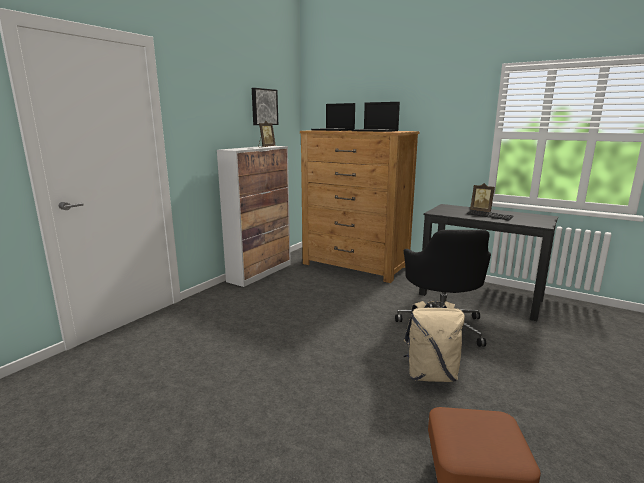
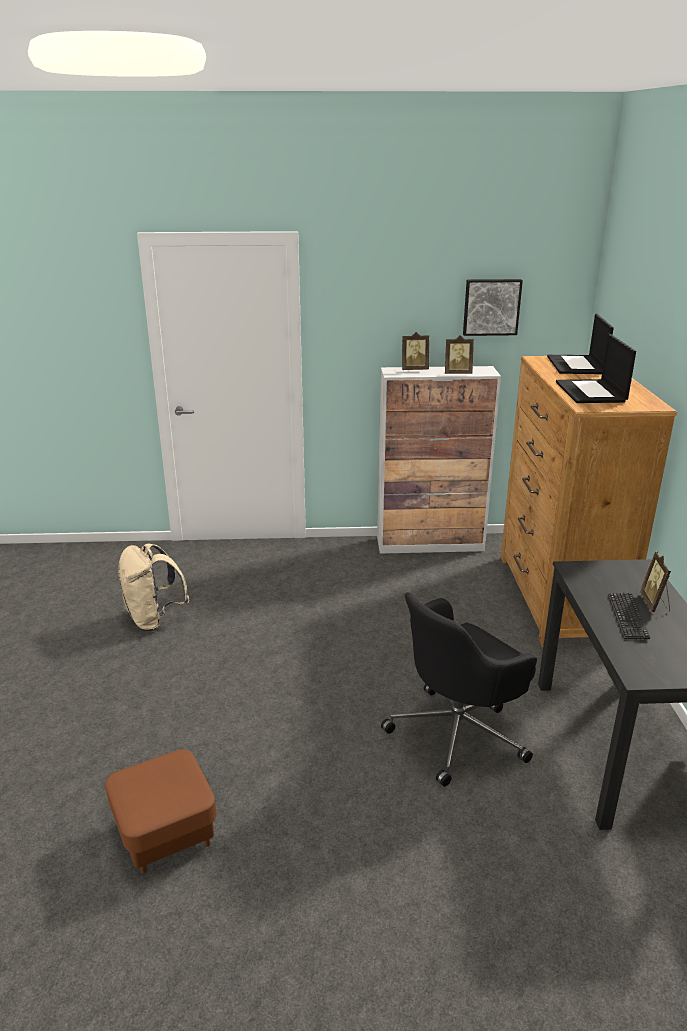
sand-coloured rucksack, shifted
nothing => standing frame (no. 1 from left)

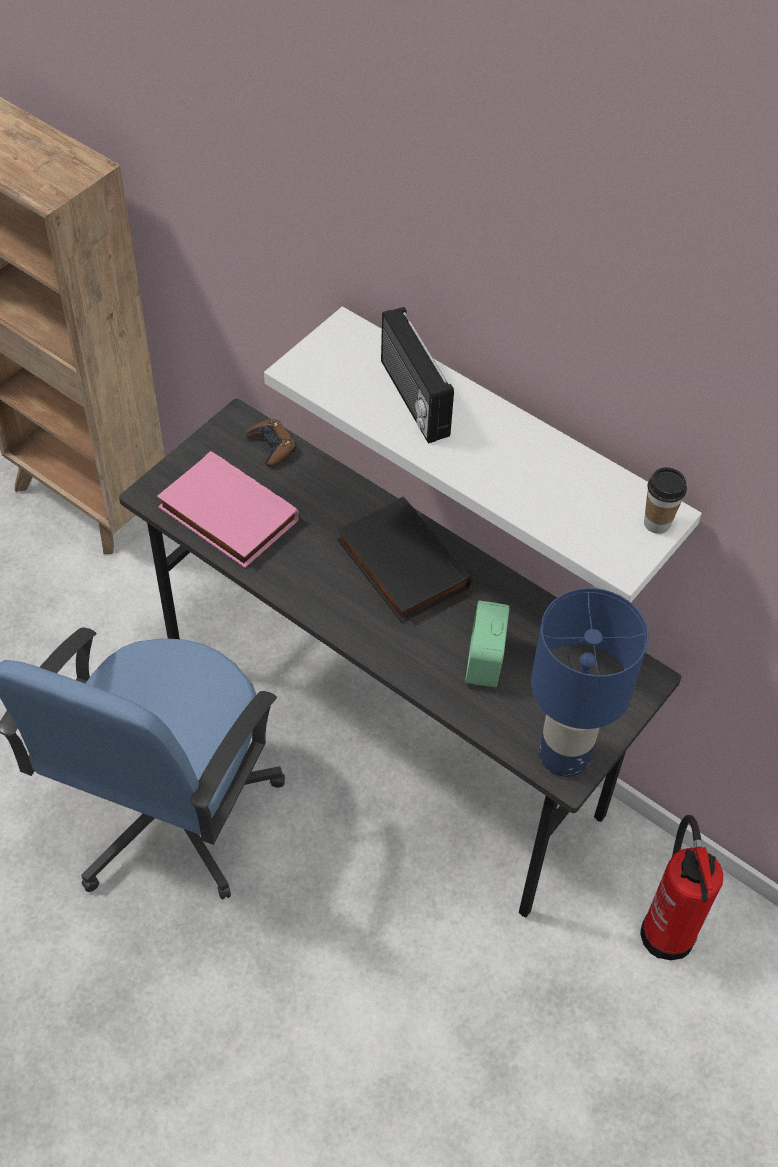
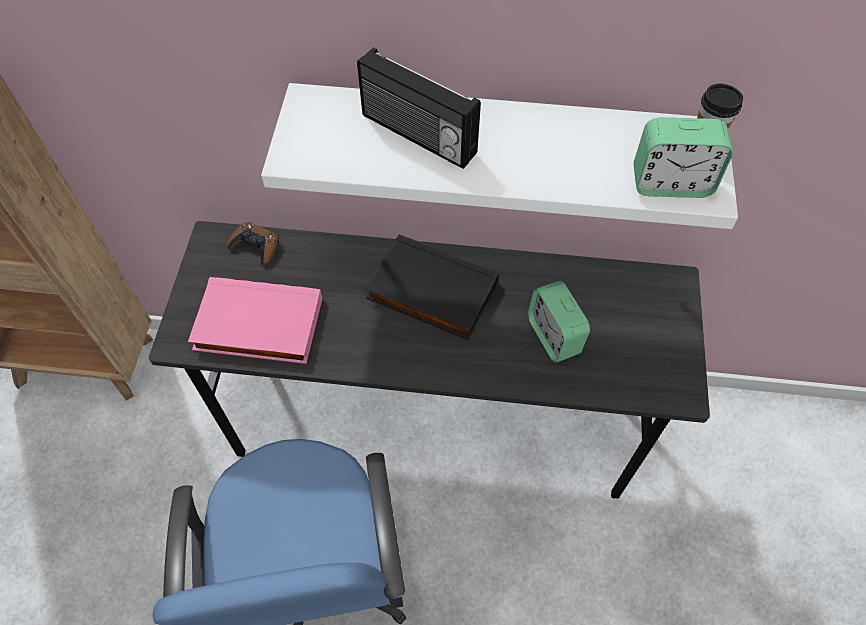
blue-coloured table lamp => nothing
extinguisher => nothing
nothing => table clock (no. 2 from left)

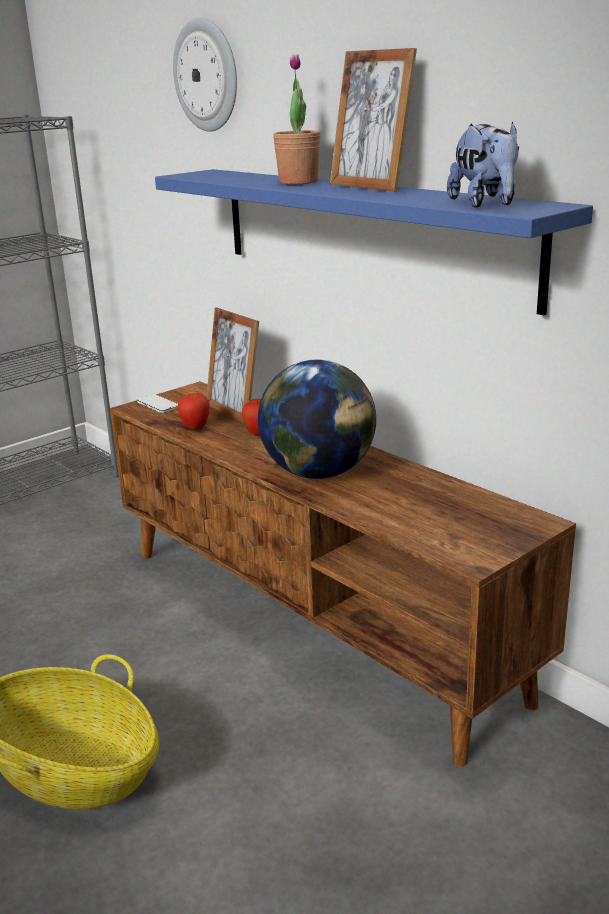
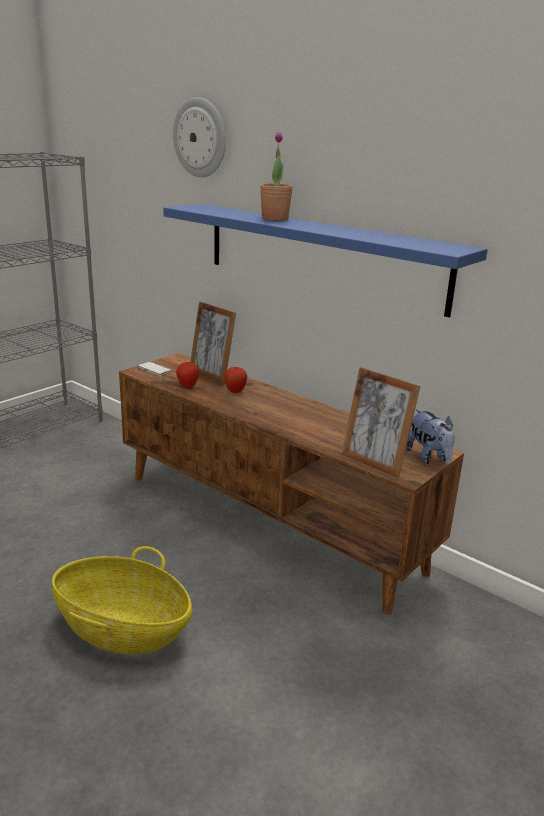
standing frame (no. 2 from left), shifted
soft toy, shifted
world globe => nothing

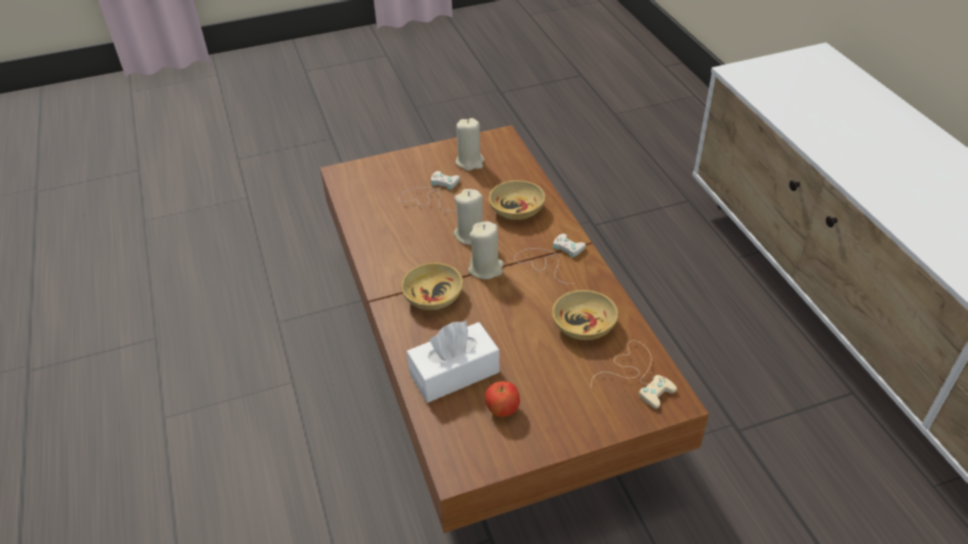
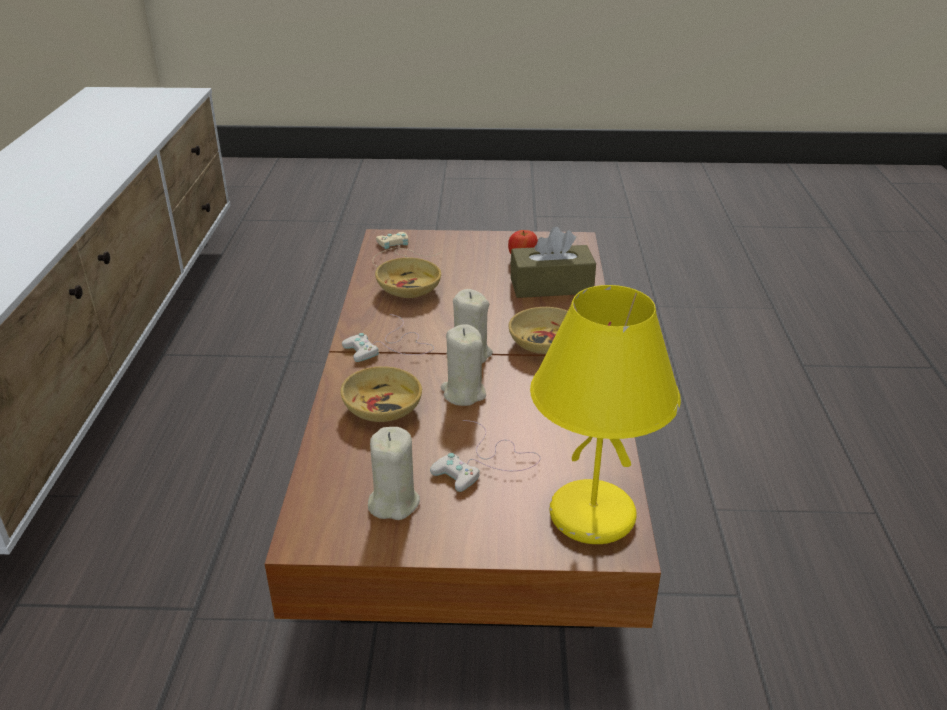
white tissue box => brownish tissue box
nothing => yellow table lamp

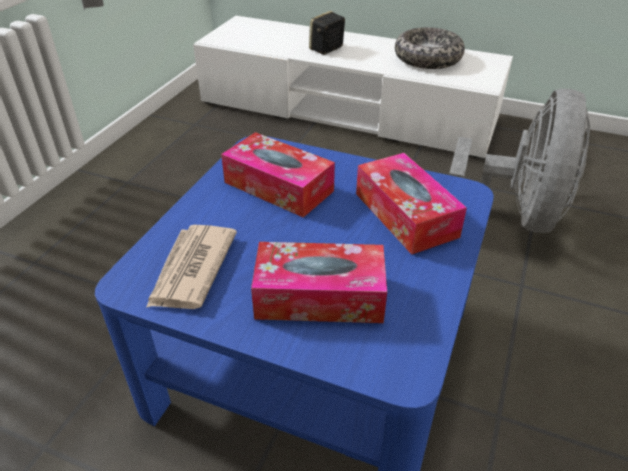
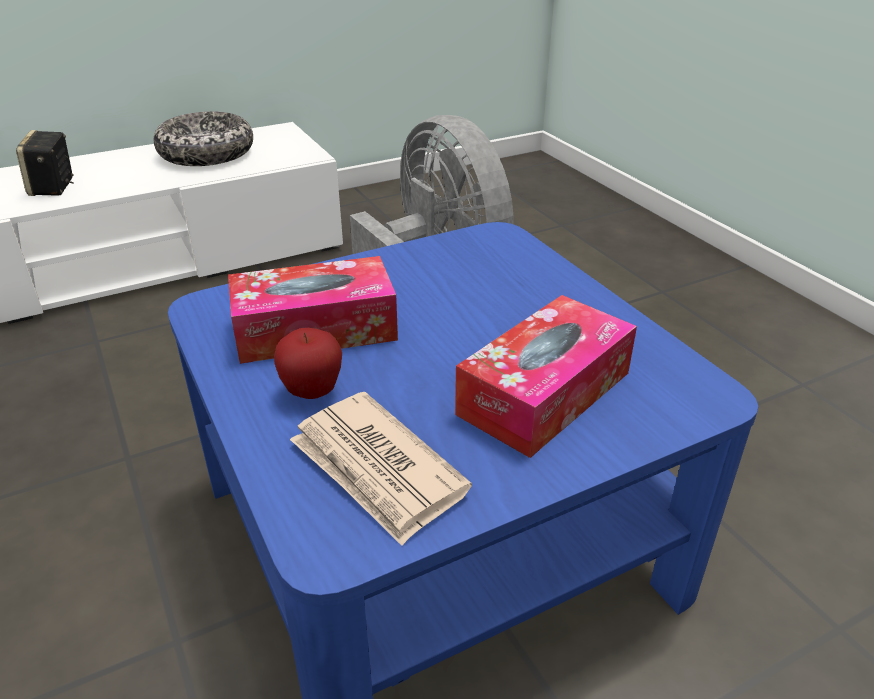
tissue box (no. 3 from left) => nothing
nothing => apple fruit

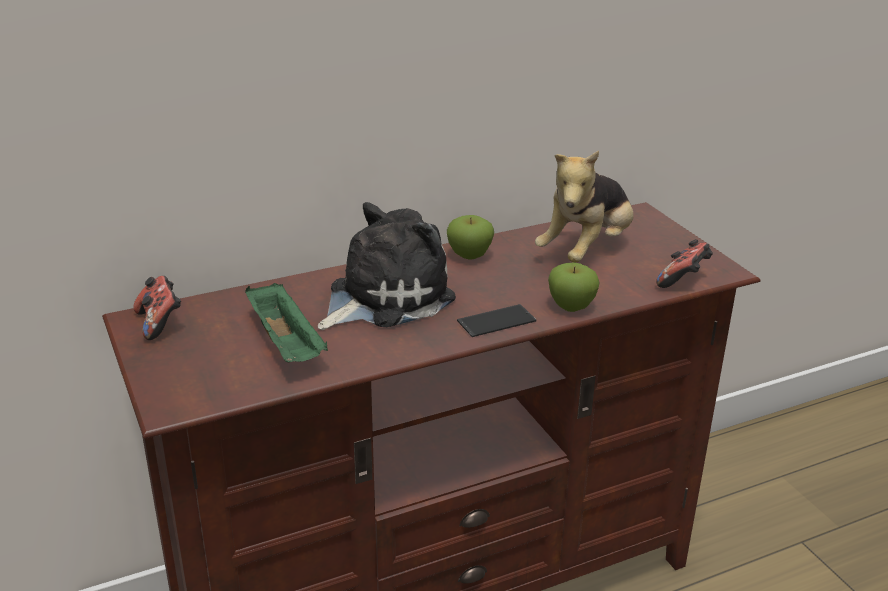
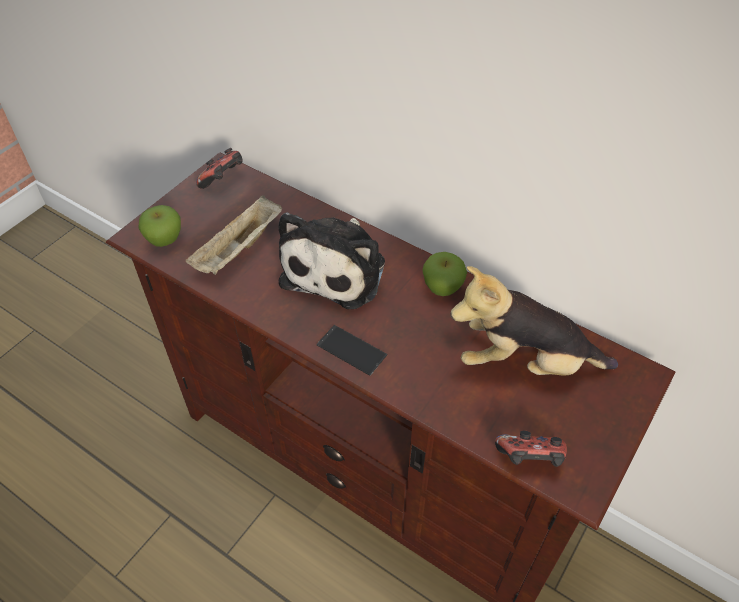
soft toy (no. 1 from left), 90 degrees clockwise
apple fruit (no. 2 from left in the first image) => apple fruit (no. 1 from left), shifted
green-coloured tray => sand-coloured tray

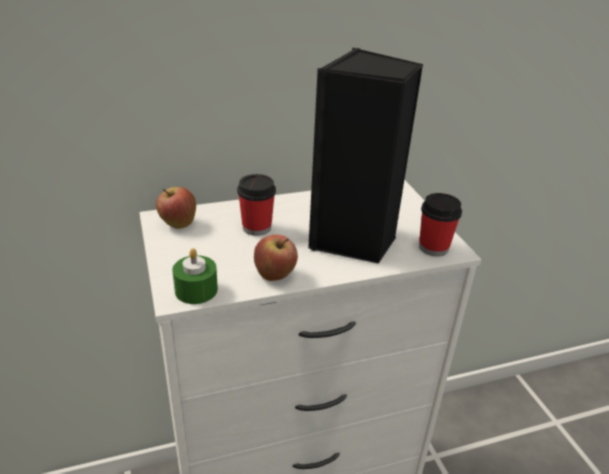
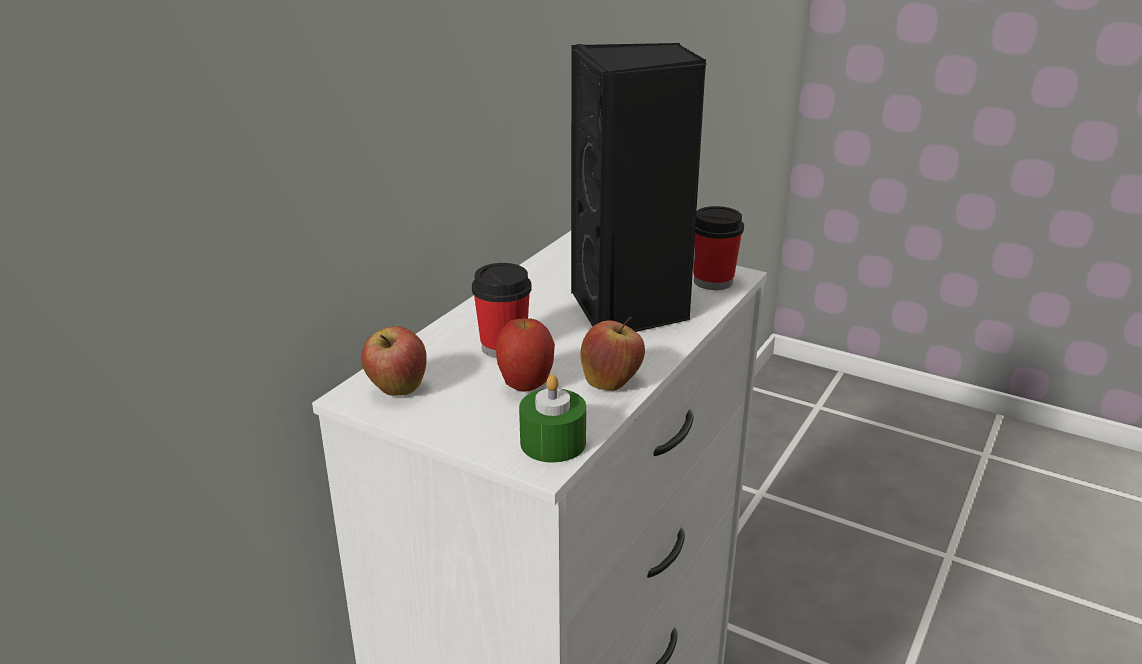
nothing => apple fruit (no. 2 from left)

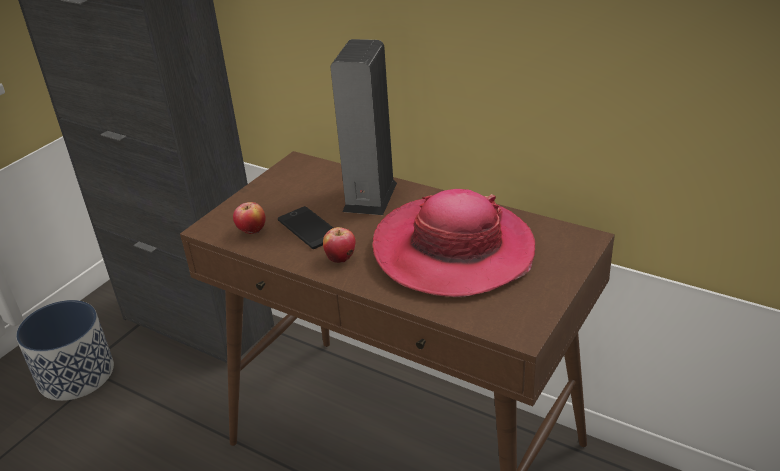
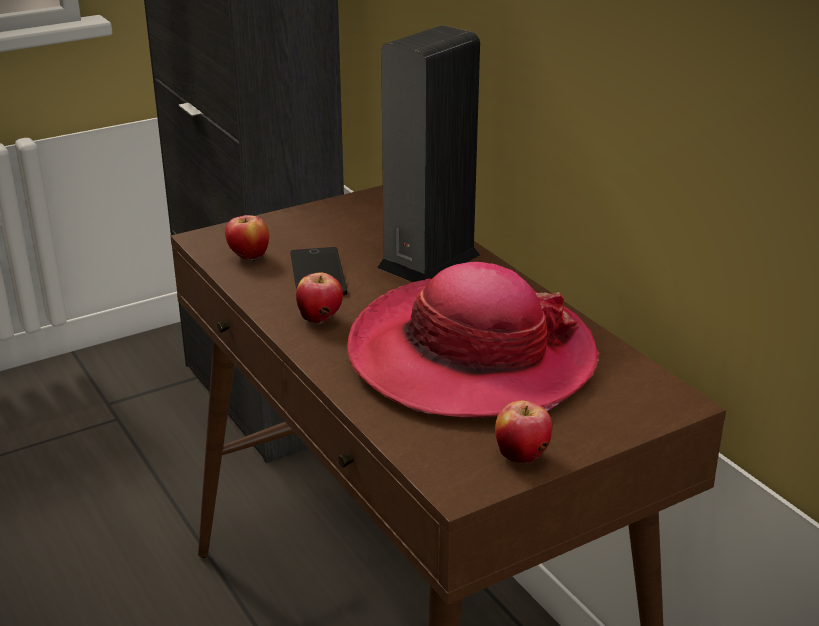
flower pot => nothing
nothing => apple fruit (no. 3 from left)

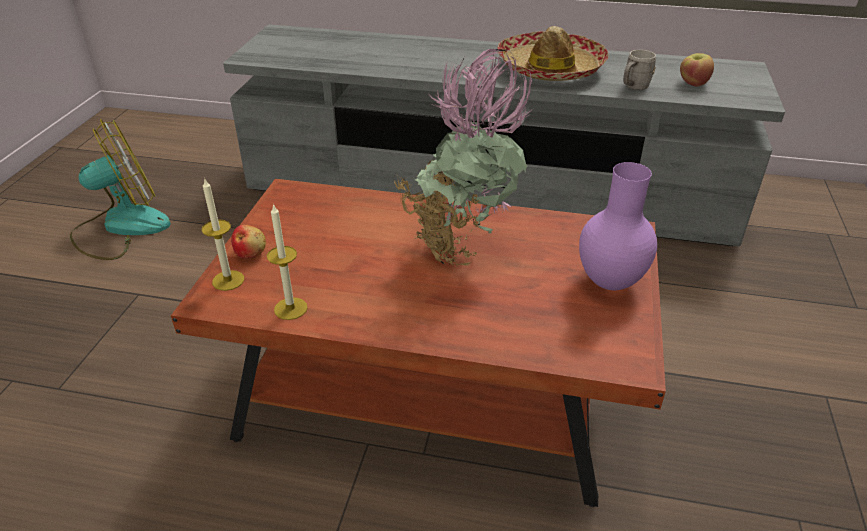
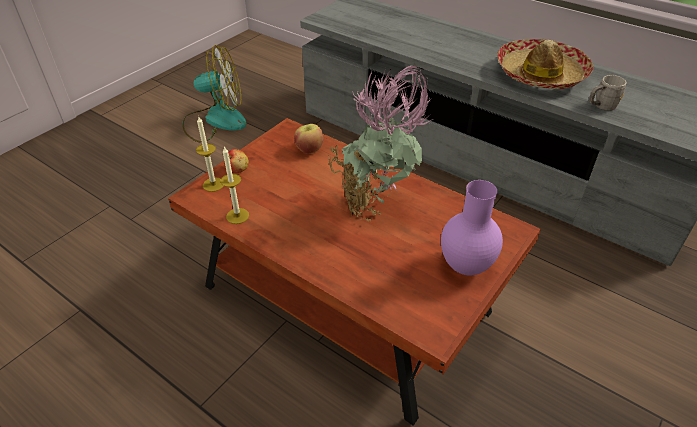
apple fruit (no. 2 from left), shifted

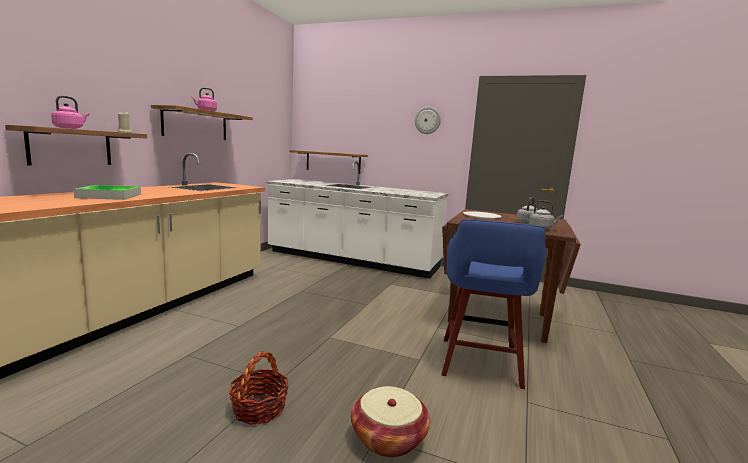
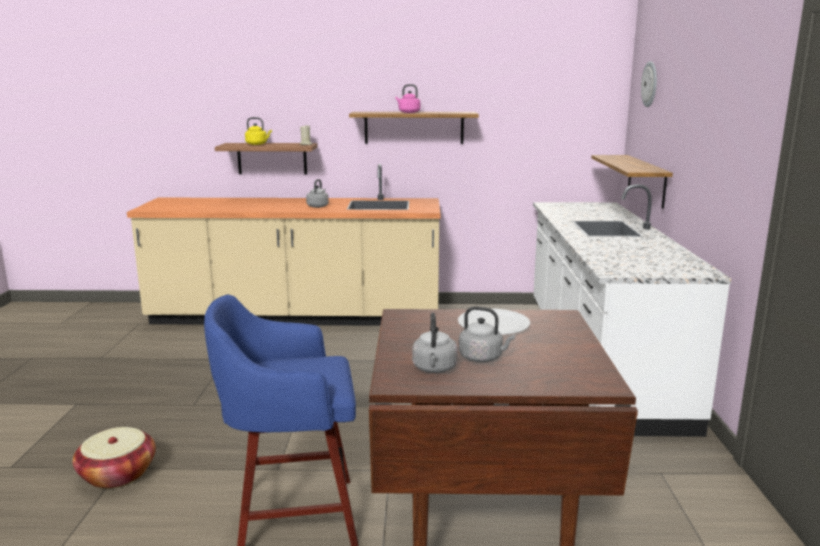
pinkish tea kettle (no. 1 from left) => yellow tea kettle
hanging clock, shifted
tray => nothing
household basket (no. 1 from left) => nothing
nothing => grey tea kettle (no. 1 from left)

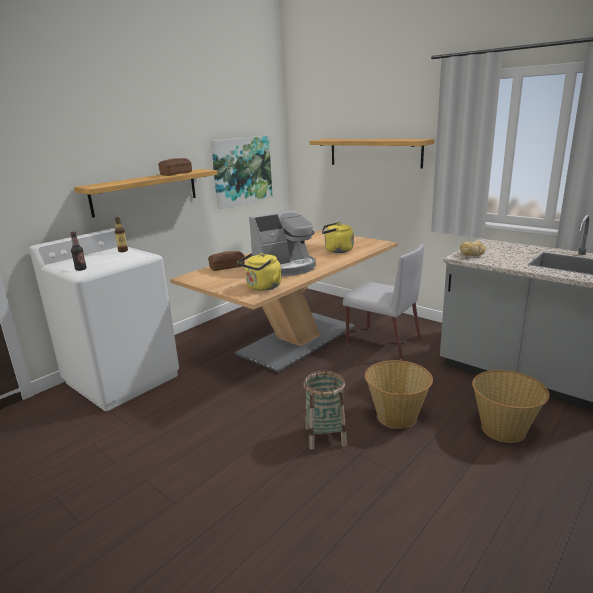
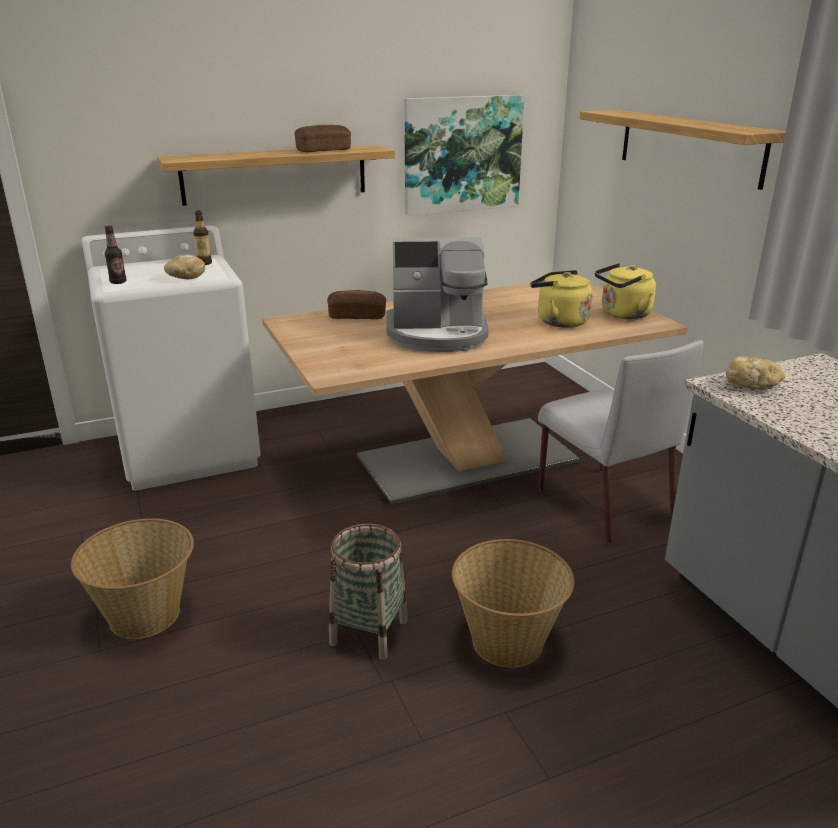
yellow tea kettle (no. 1 from left in the first image) => yellow tea kettle (no. 2 from left), shifted
household basket (no. 3 from left in the first image) => household basket (no. 1 from left), shifted
nothing => baked bread (no. 1 from left)

